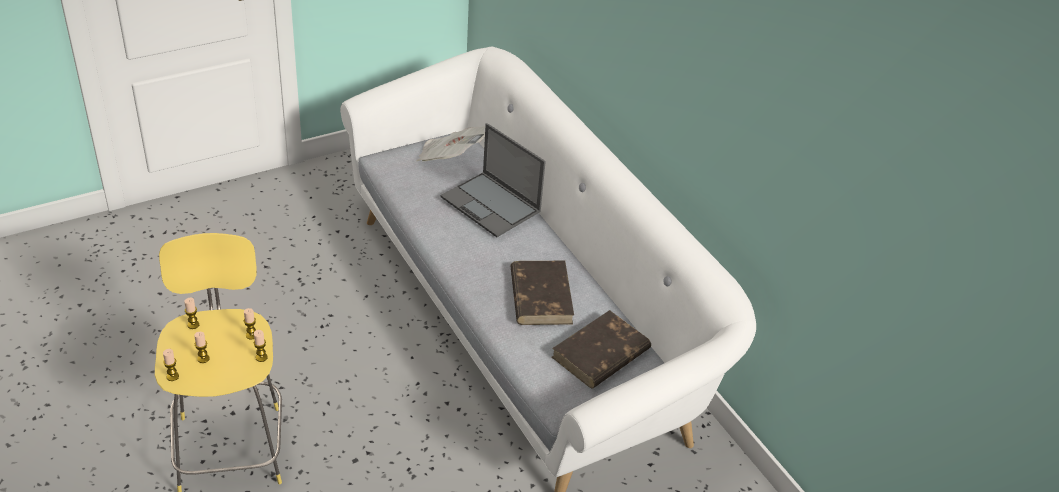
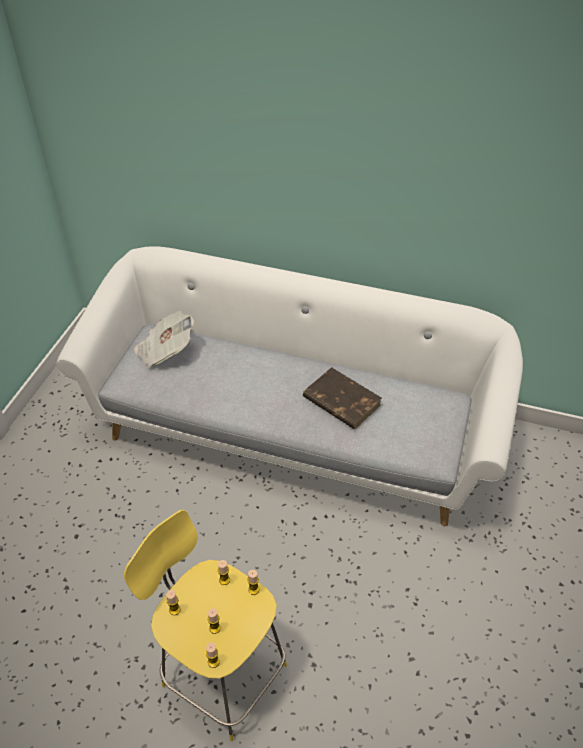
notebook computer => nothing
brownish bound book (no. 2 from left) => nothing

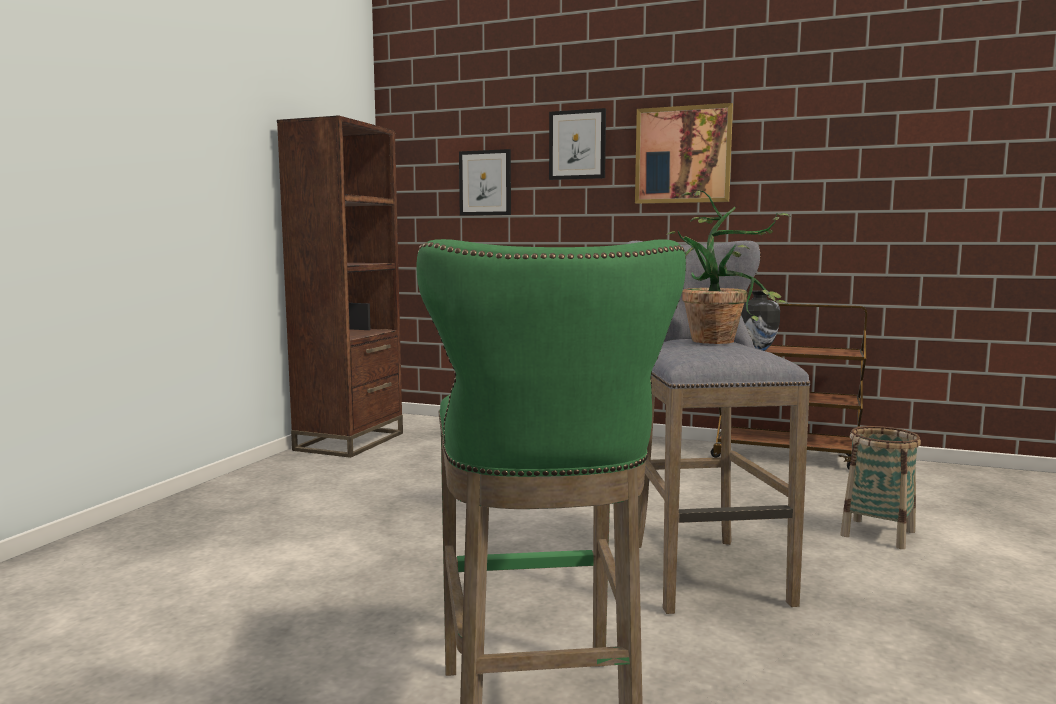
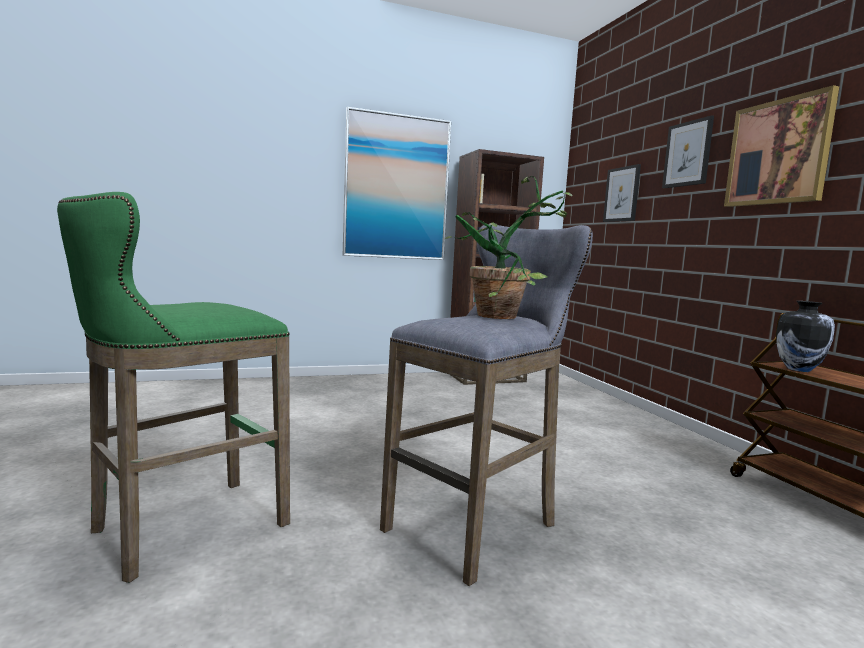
household basket => nothing
nothing => wall picture (no. 1 from left)

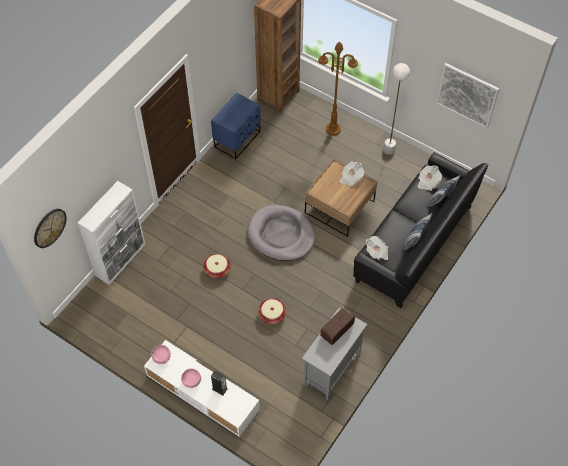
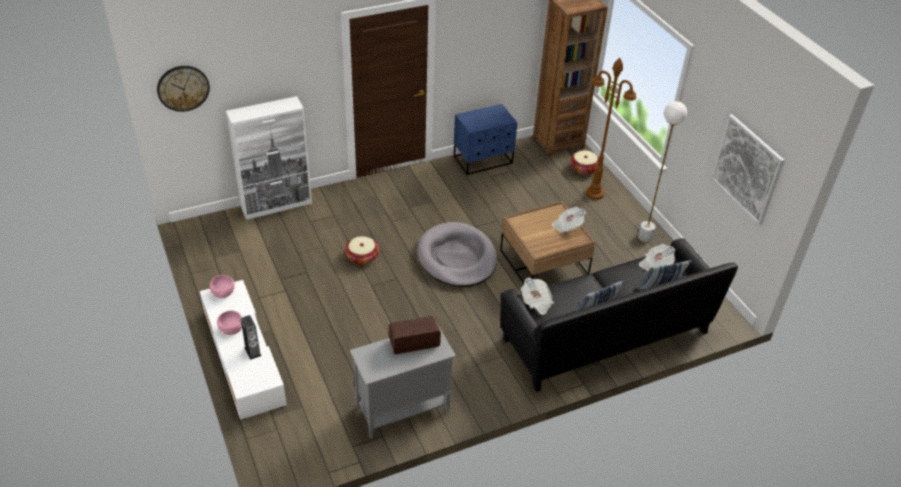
household basket (no. 2 from left), shifted

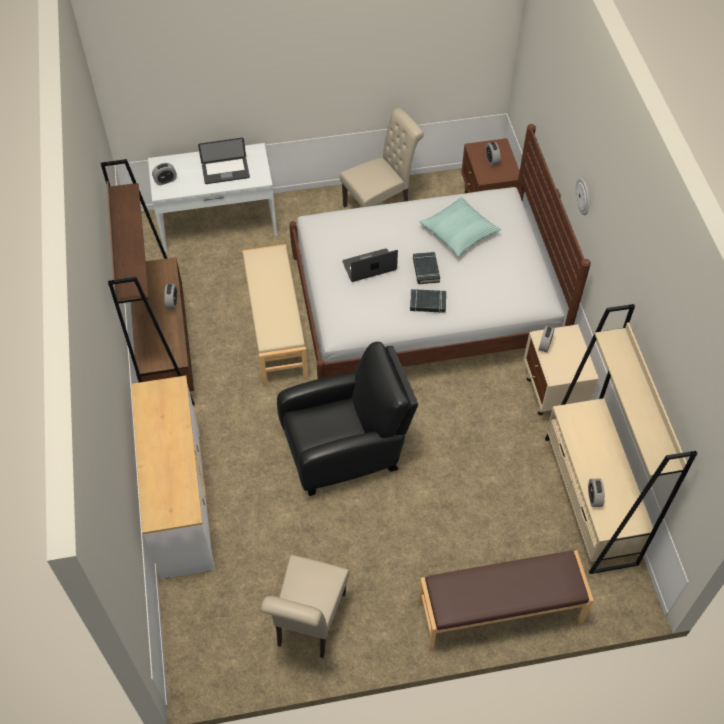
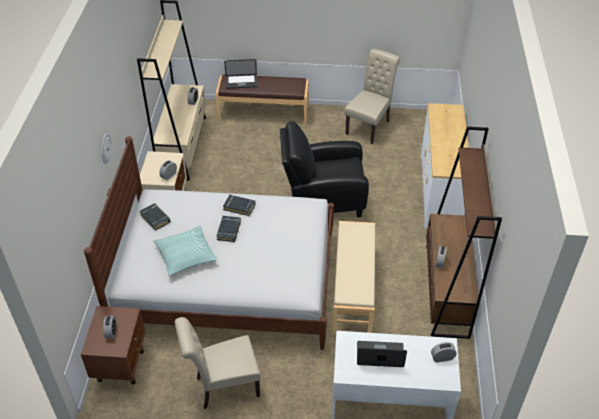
notebook computer (no. 2 from left in the first image) => notebook computer (no. 1 from left), shifted
nothing => blackish bound book (no. 1 from left)

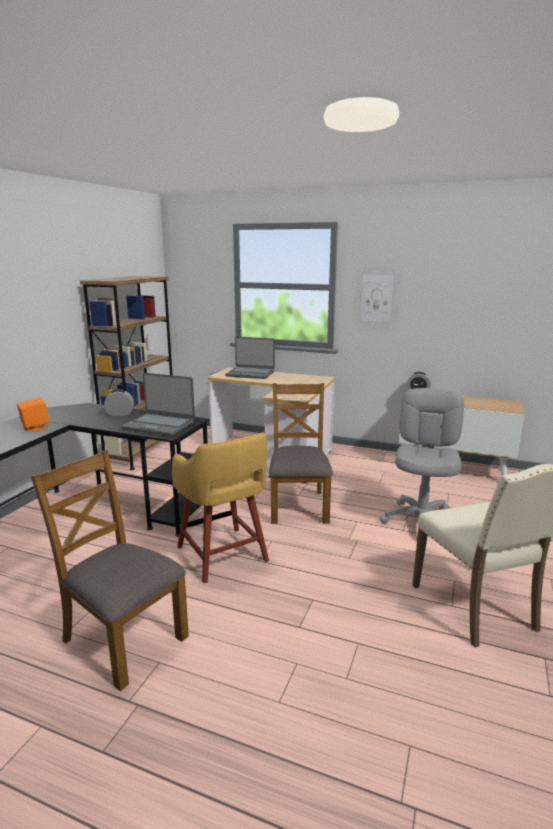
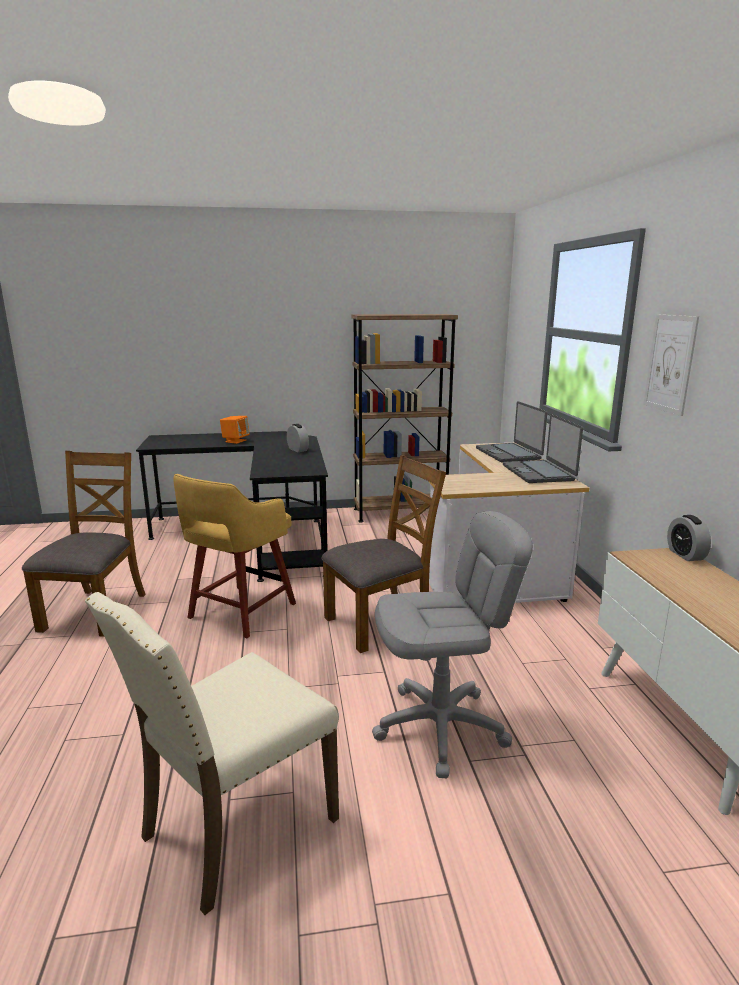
notebook computer (no. 1 from left in the first image) => notebook computer (no. 2 from left), shifted

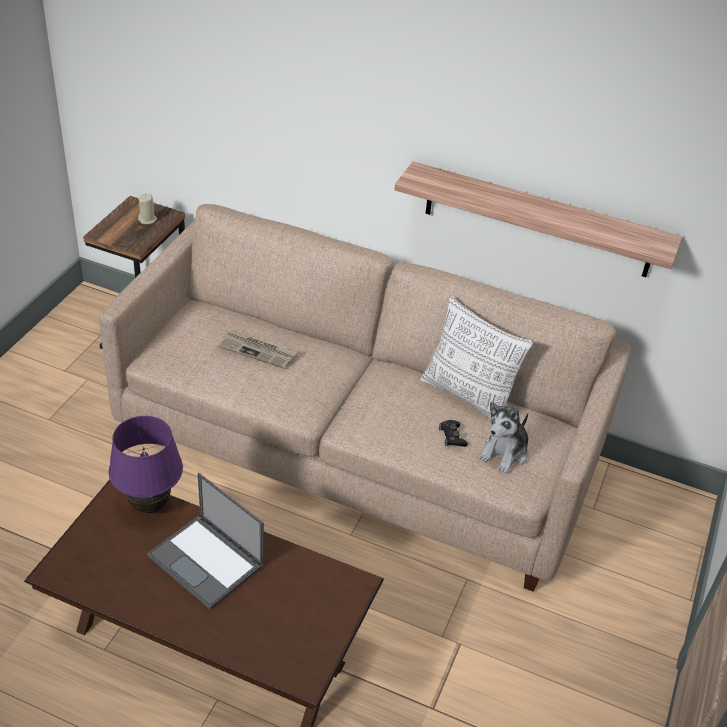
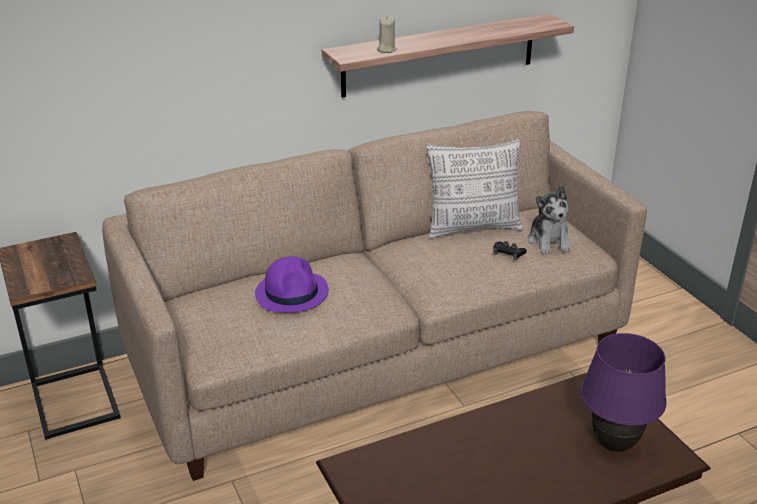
sand-coloured candle, shifted
newspaper => purple wearable hat
purple table lamp, shifted
notebook computer => nothing

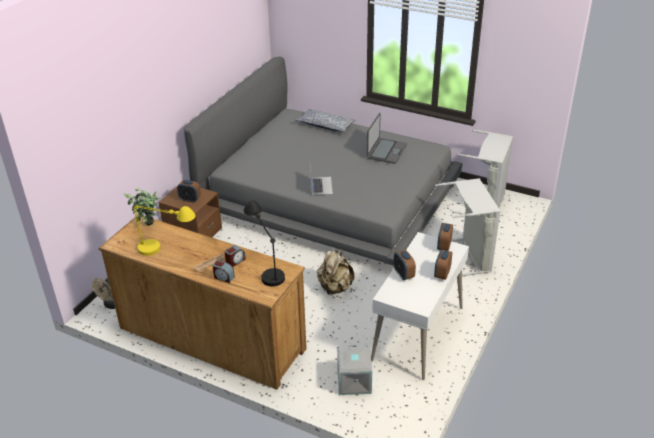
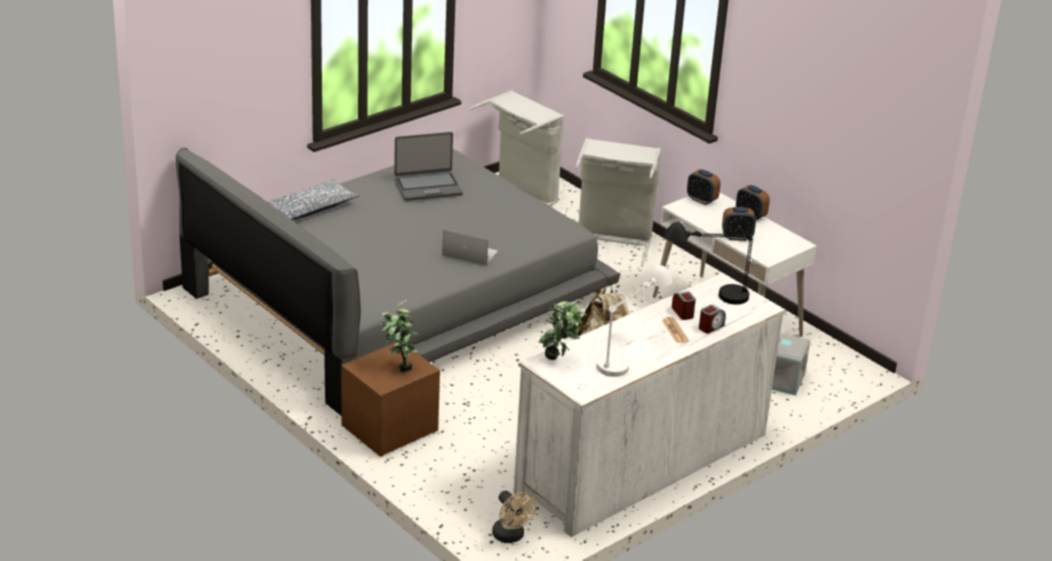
notebook computer (no. 2 from left in the first image) => notebook computer (no. 1 from left), 120 degrees clockwise
table clock (no. 1 from left) => houseplant (no. 1 from left)
yellow table lamp => white table lamp
brownish dresser => white dresser

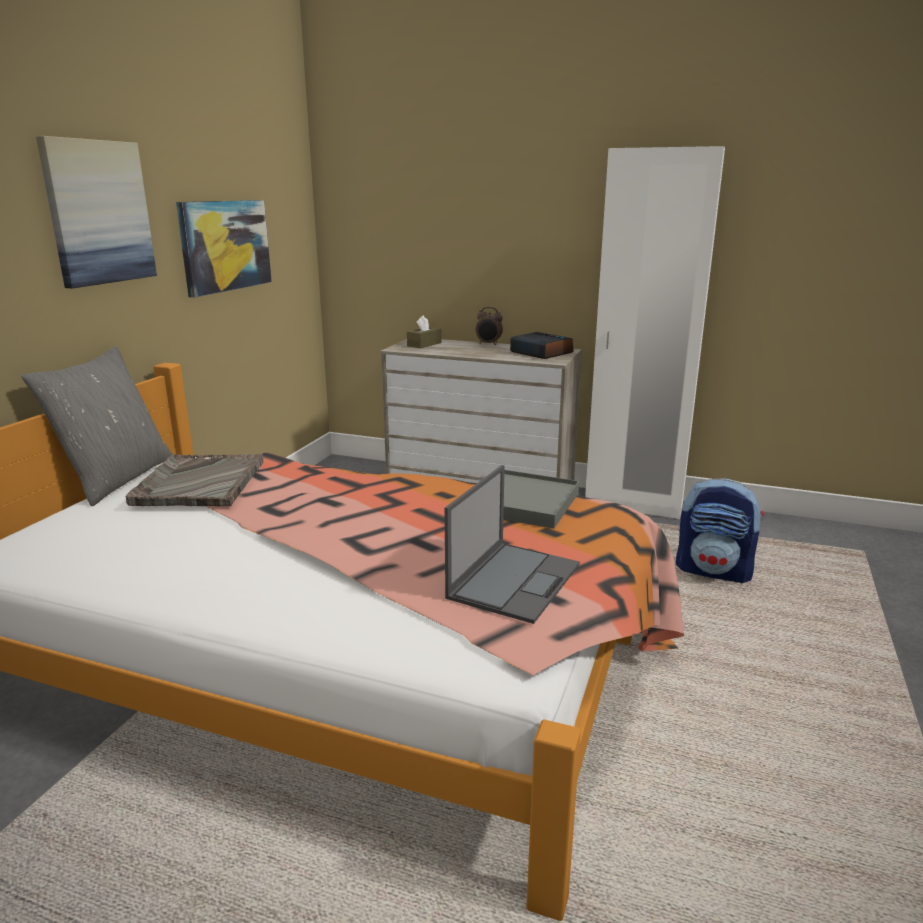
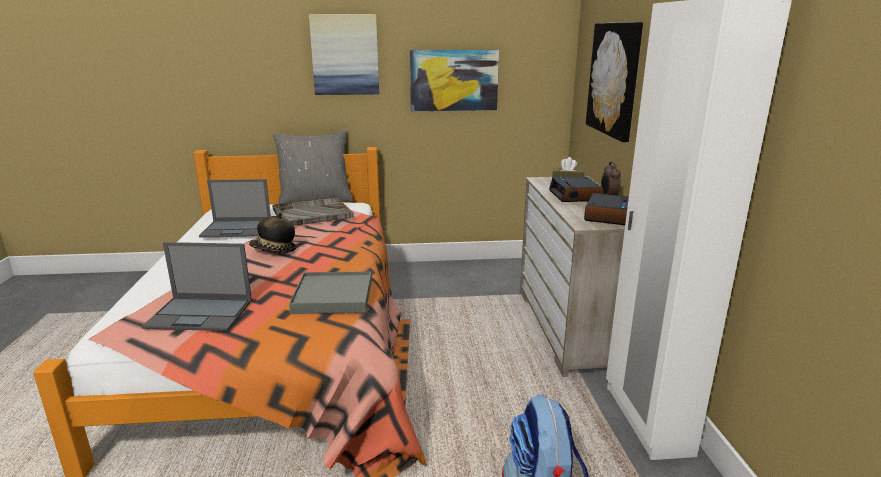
nothing => wall picture (no. 3 from left)
nothing => table clock (no. 1 from left)
nothing => notebook computer (no. 2 from left)
nothing => wearable hat

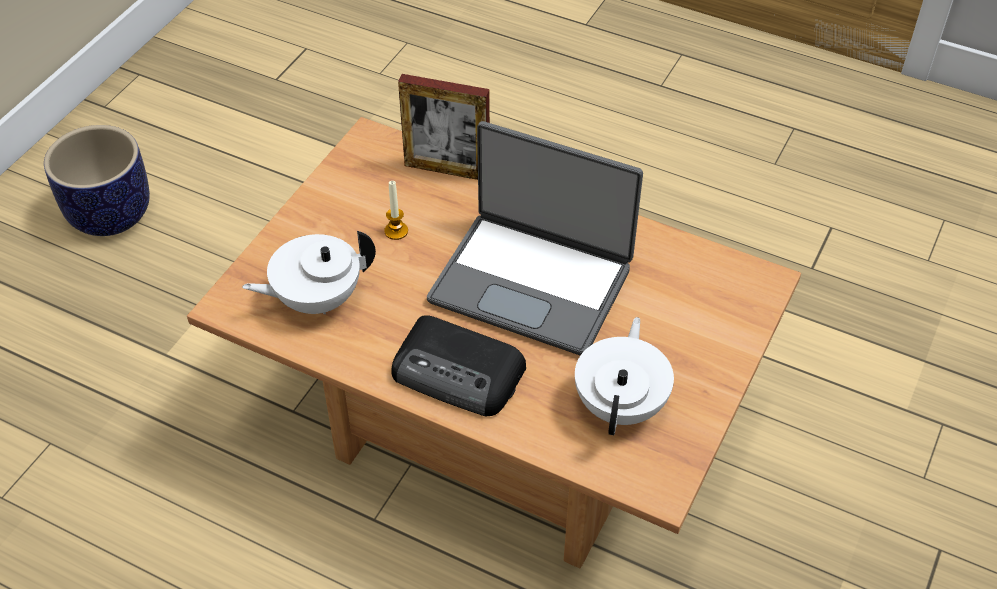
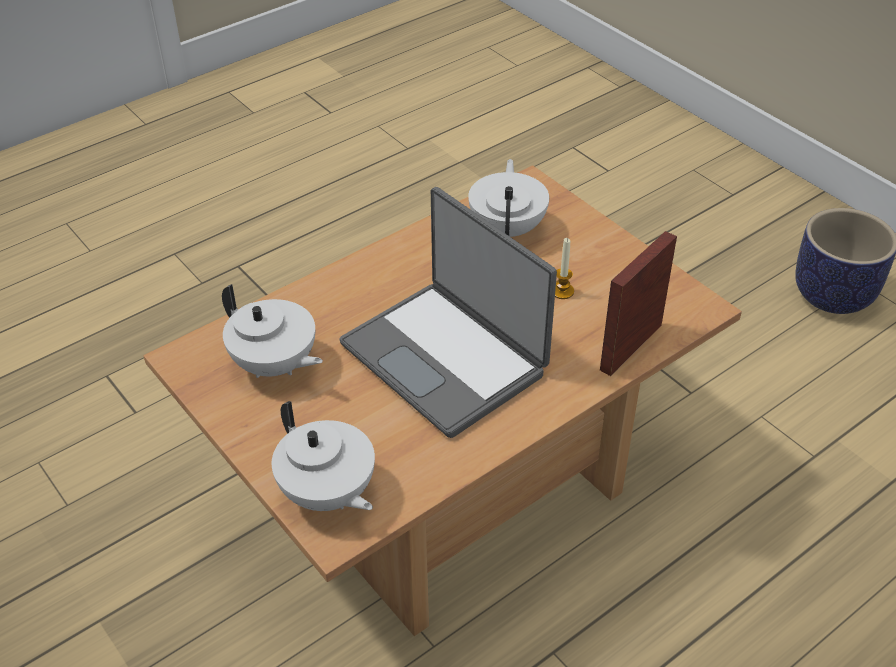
notebook computer, 90 degrees counterclockwise
radio receiver => nothing
nothing => white pot for tea (no. 2 from left)

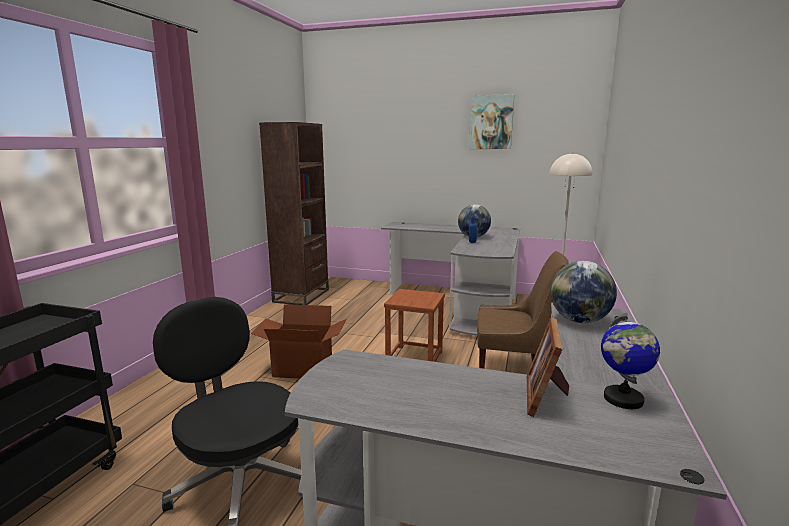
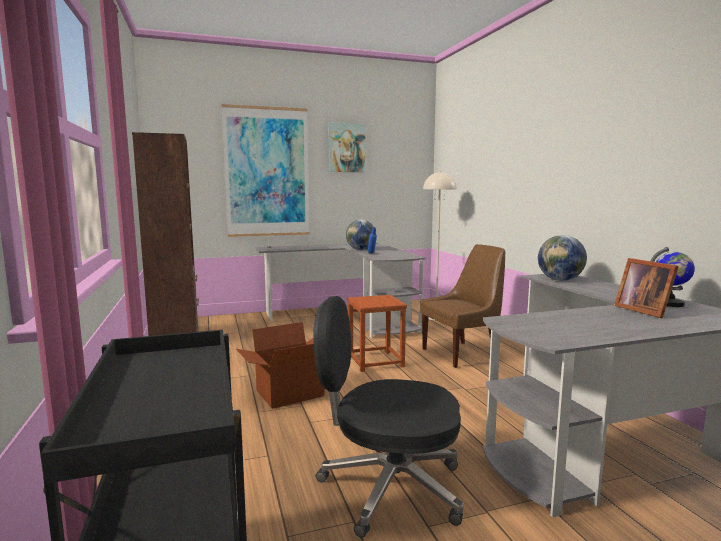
nothing => wall picture (no. 1 from left)

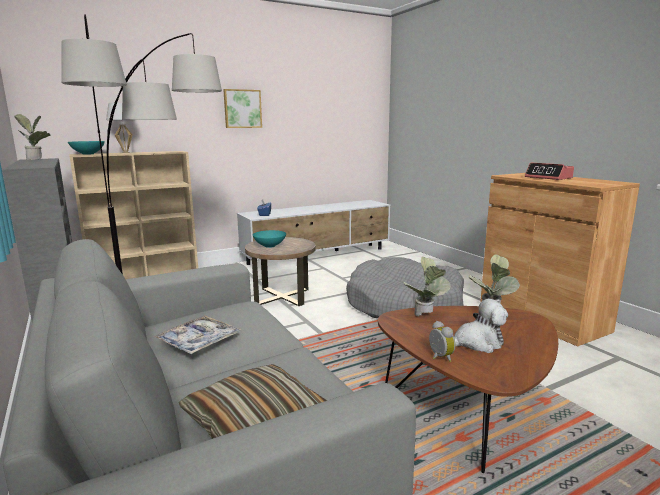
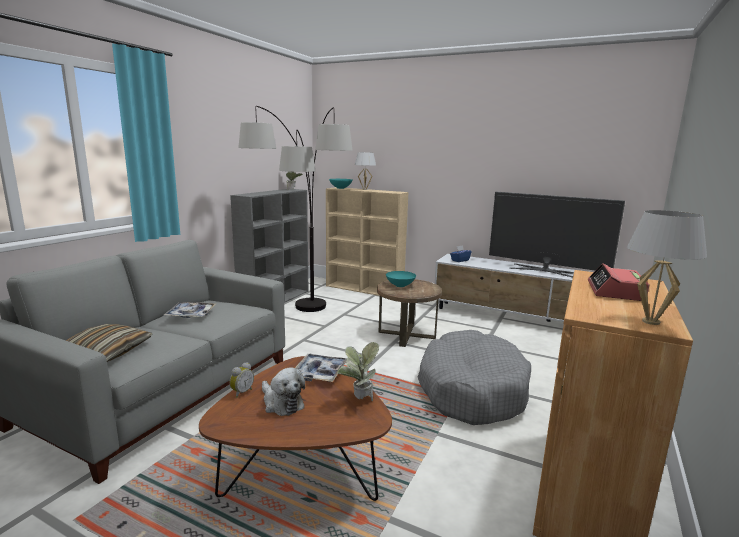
wall picture => nothing
houseplant (no. 2 from left) => tray (no. 2 from left)
nothing => TV set
nothing => white table lamp (no. 2 from left)

